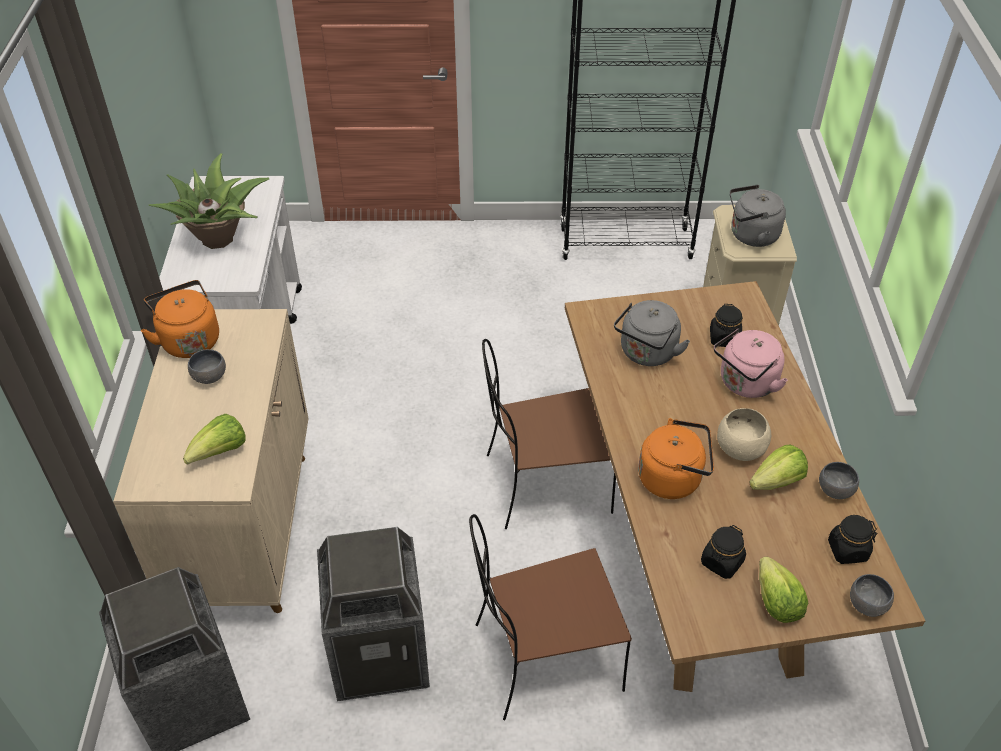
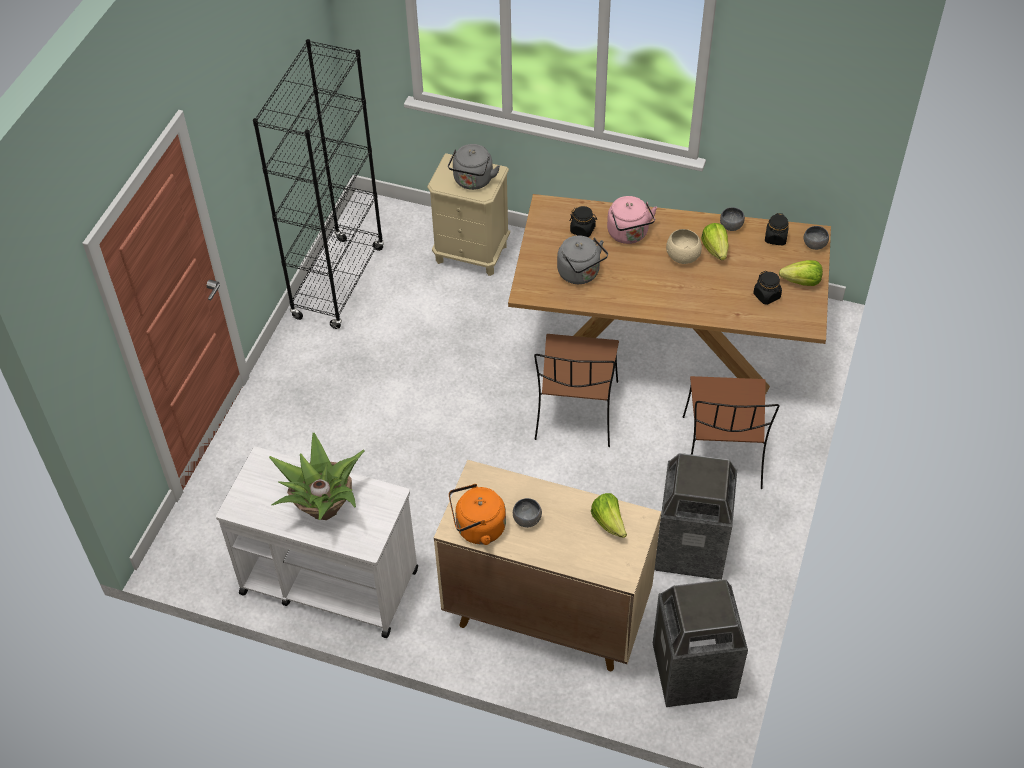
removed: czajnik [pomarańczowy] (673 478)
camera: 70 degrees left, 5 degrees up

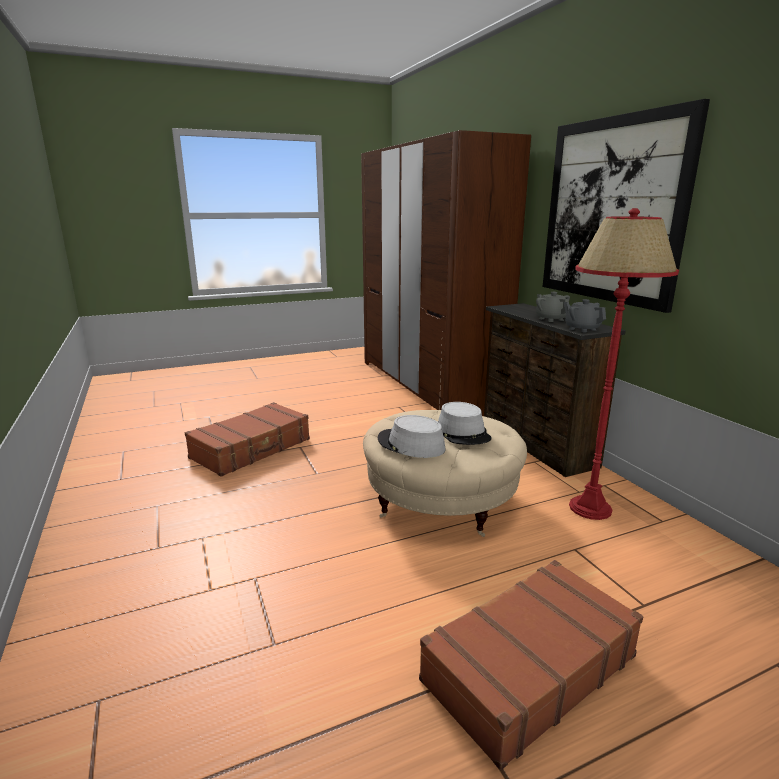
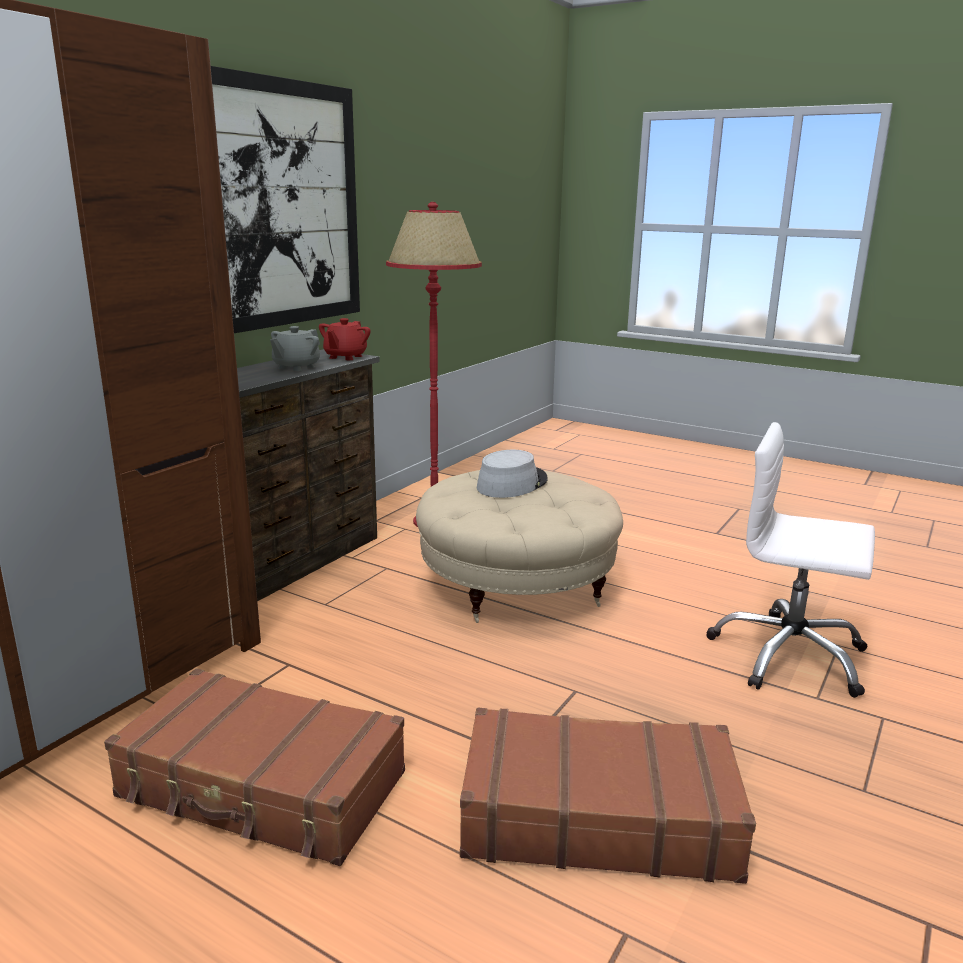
removed: kapelusz [szary] (410 444)
added: krzesło biurowe [biały] (788 656)
moved: walizka [brązowy] (527 667) to (262 786)
recoloured: imbryk [szary] (582 329) to imbryk [czerwony] (345 357)
camera: 125 degrees left, 0 degrees up

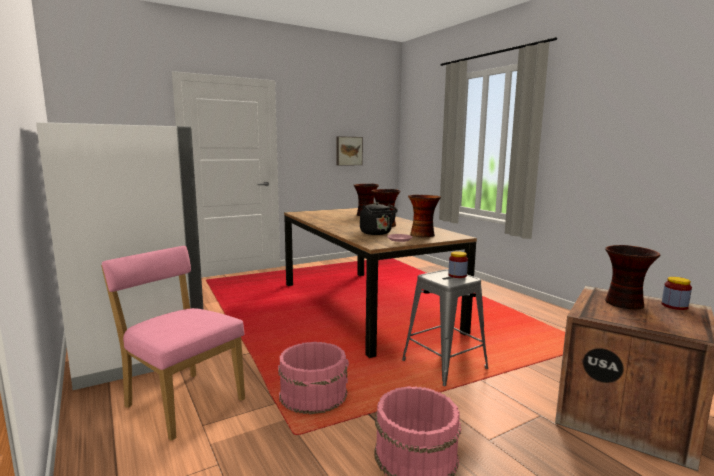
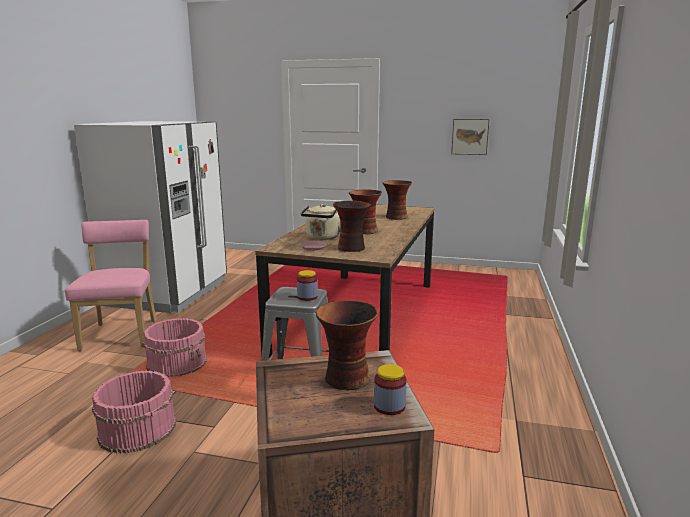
recoloured: czajnik [czarny] (377 233) to czajnik [beżowy] (322 238)
camera: 45 degrees right, 5 degrees up

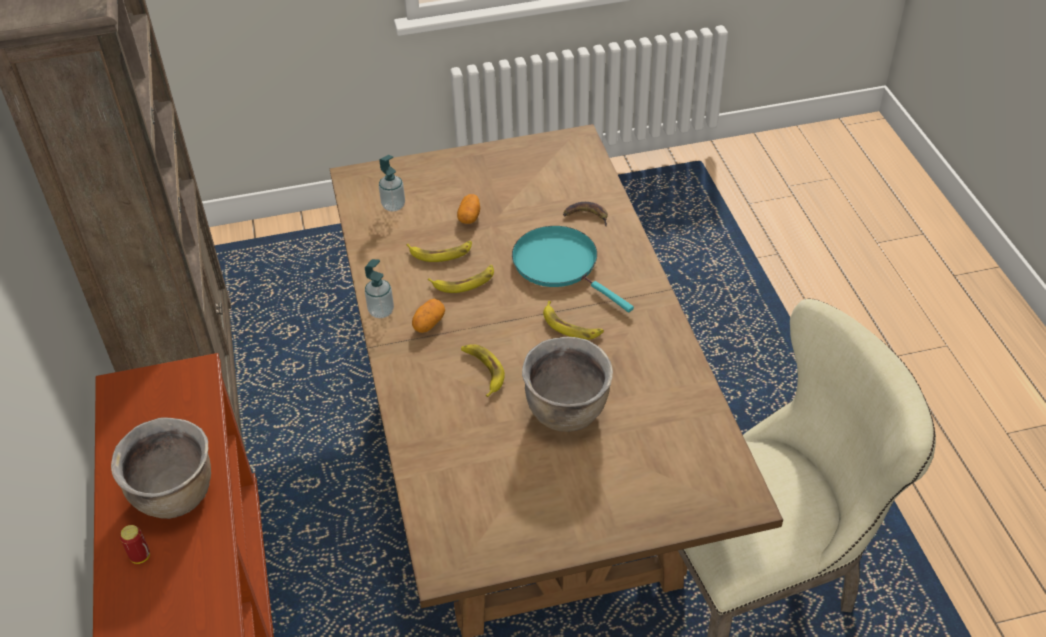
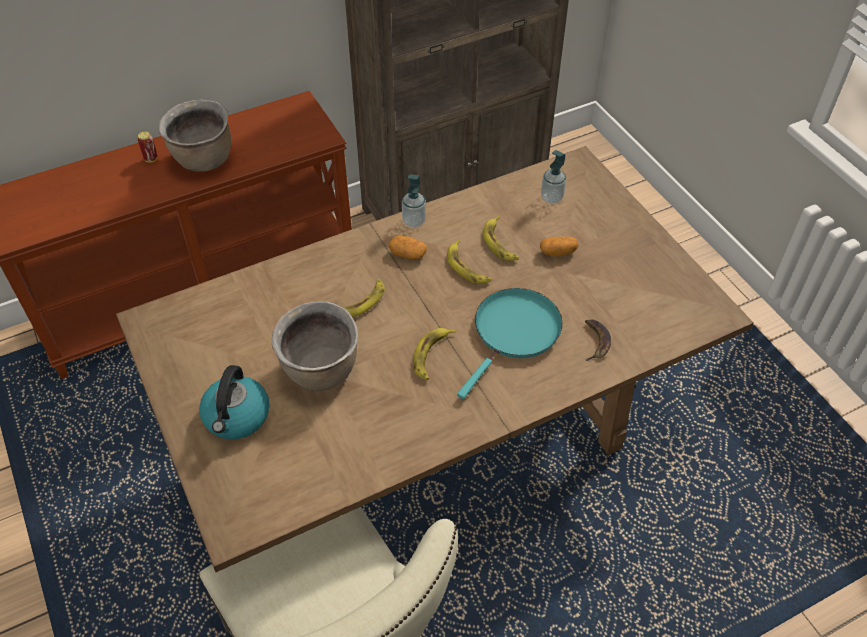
added: czajnik (237 417)
camera: 75 degrees right, 5 degrees up

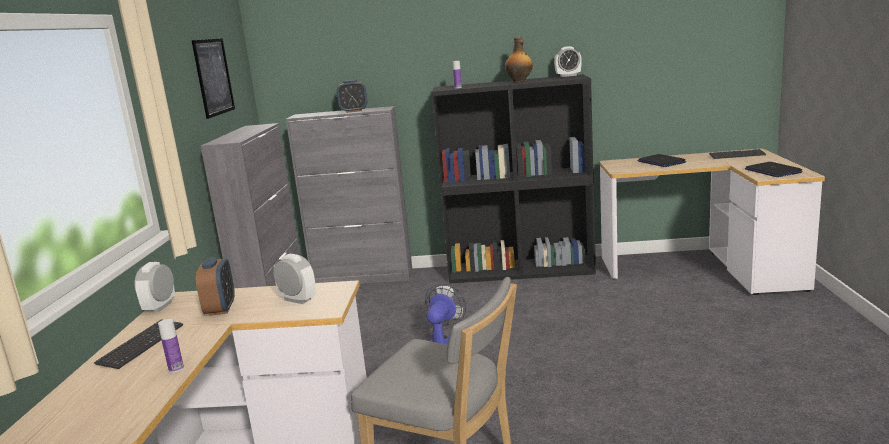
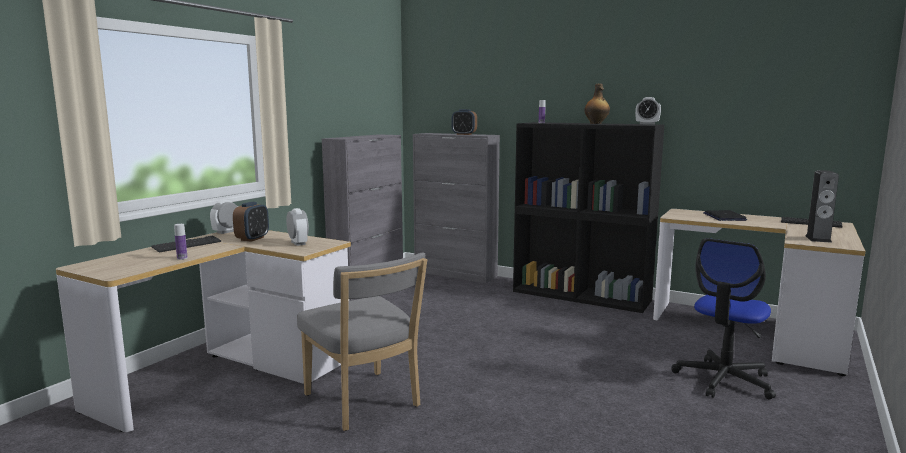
removed: obraz (213 77); wentylator (443 342)
added: krzesło biurowe (723 380)
replaced: laptop (772 171) to głośnik (818 239)
camera: 25 degrees right, 5 degrees down

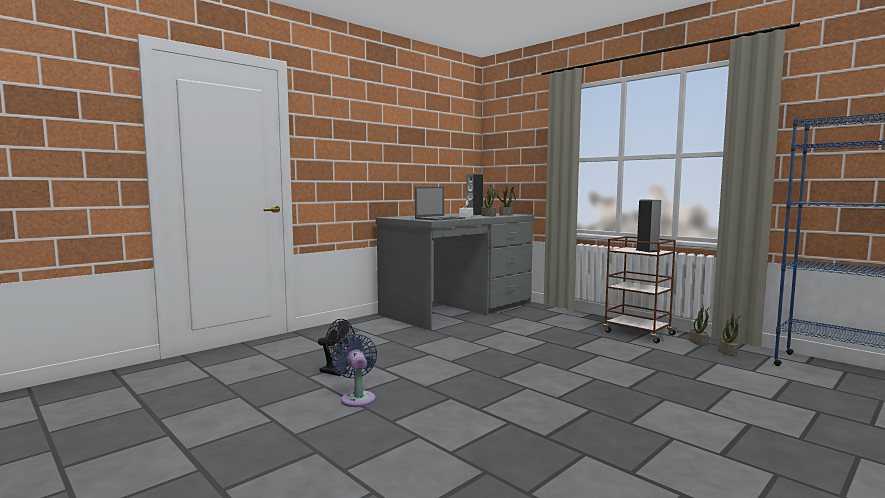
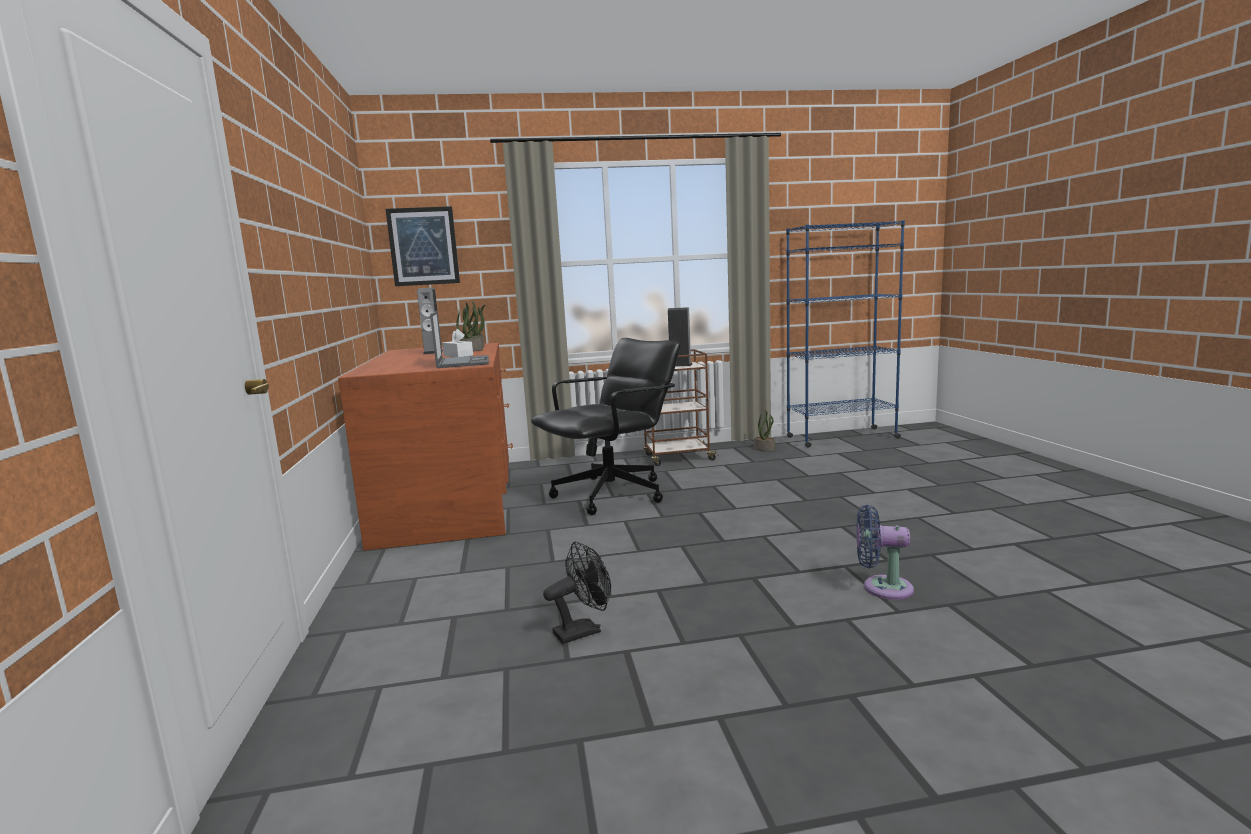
removed: roślina doniczkowa (699 342)
added: obraz (423 246); krzesło biurowe [czarny] (612 494)
moved: wentylator [niebieski] (357 398) to (882 588)
recoloured: biurko [szary] (458 309) to biurko [brązowy] (449 500)
camera: 55 degrees left, 5 degrees up

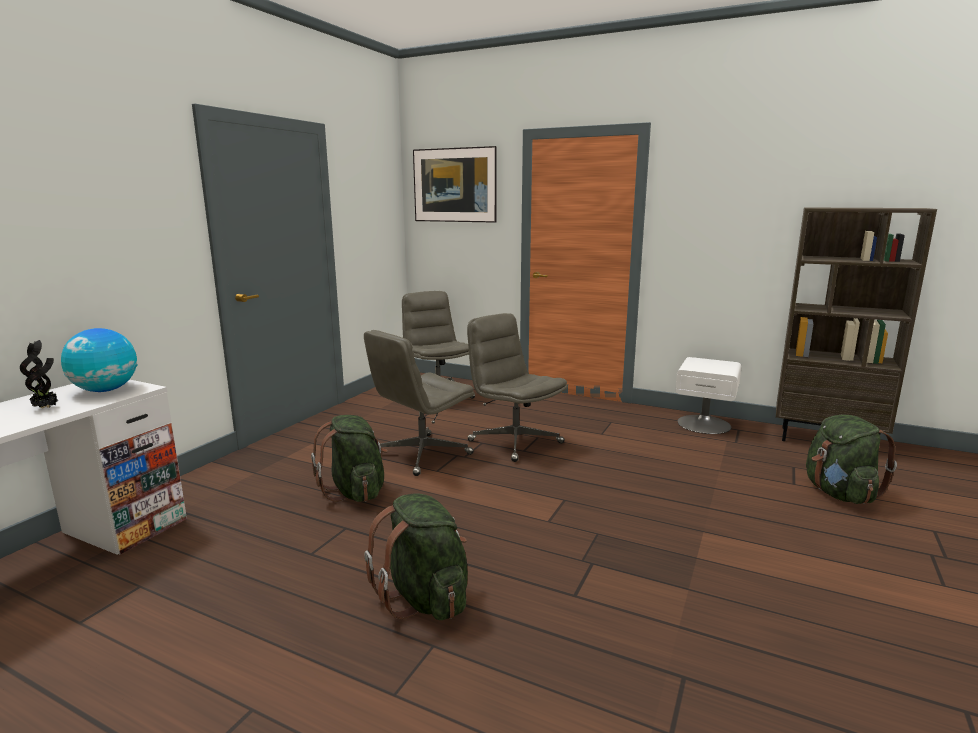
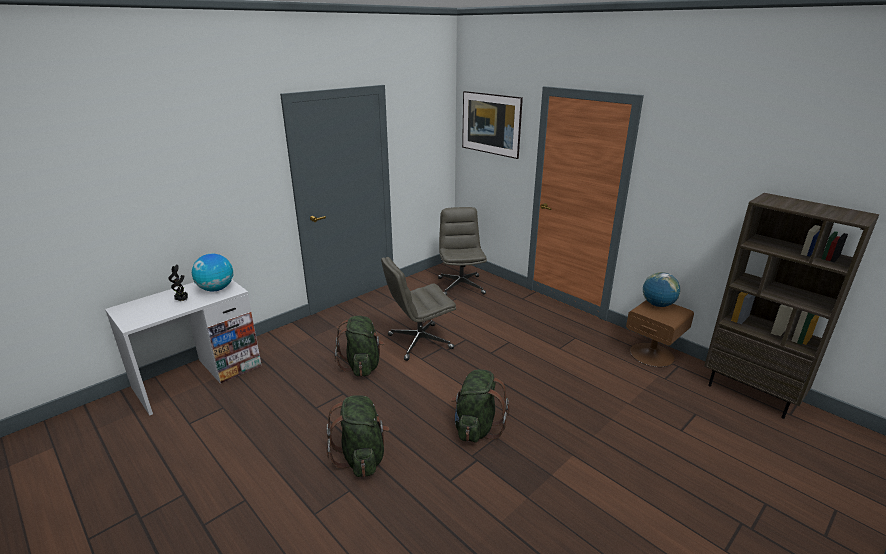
removed: krzesło biurowe [szary] (514 442)
added: globus (658 305)
moved: plecak [zielony] (839 494) to (476 427)
recoloured: szafka nocna [biały] (704 424) to szafka nocna [brązowy] (652 354)
camera: 20 degrees right, 10 degrees up

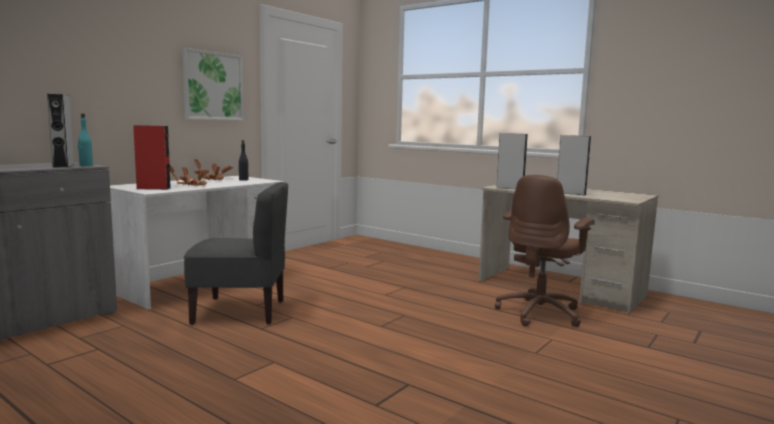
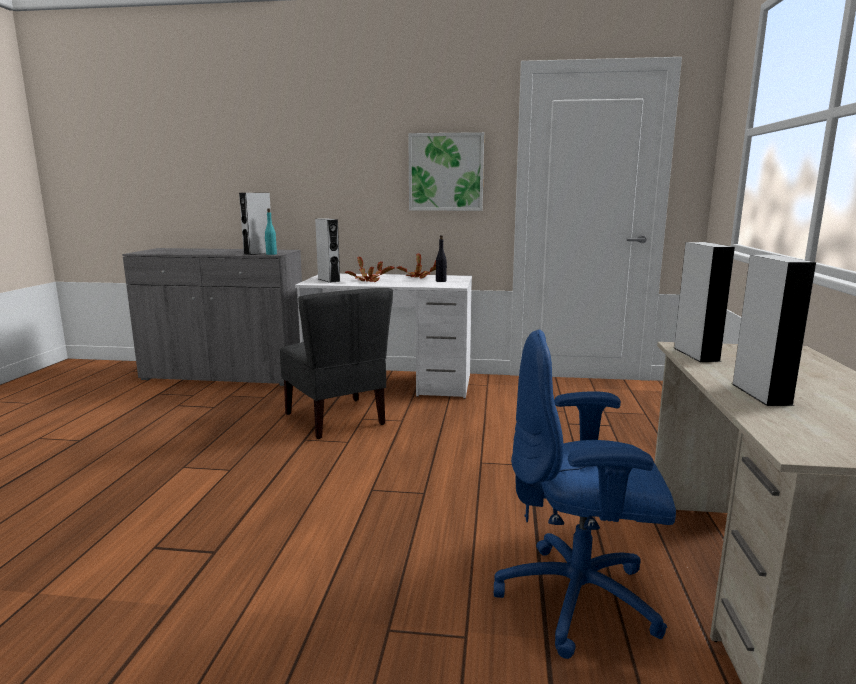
recoloured: głośnik [czerwony] (153 188) to głośnik [szary] (328 280); krzesło biurowe [brązowy] (540 313) to krzesło biurowe [niebieski] (580 600)
camera: 60 degrees right, 5 degrees up

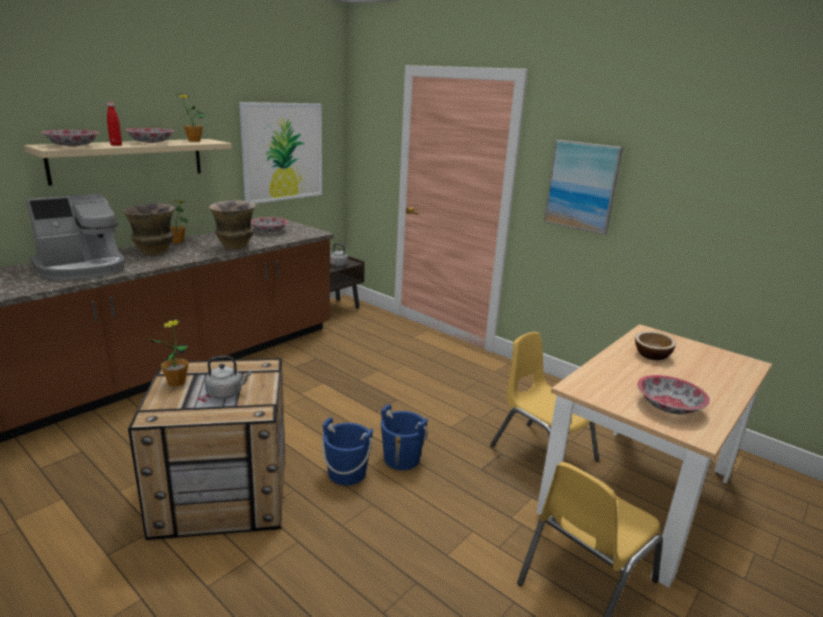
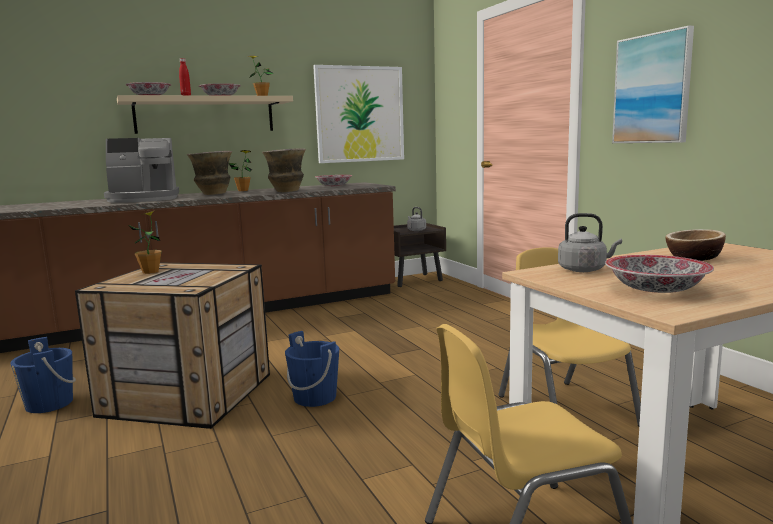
moved: czajnik [szary] (226 393) to (584 270); wiadro [niebieski] (401 459) to (49 404)
camera: 25 degrees right, 10 degrees down

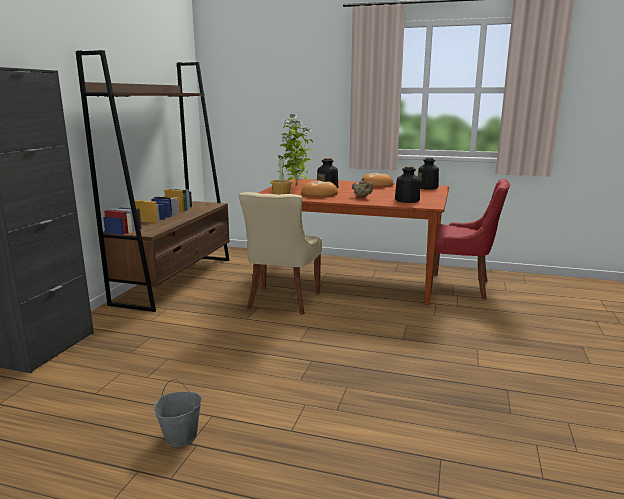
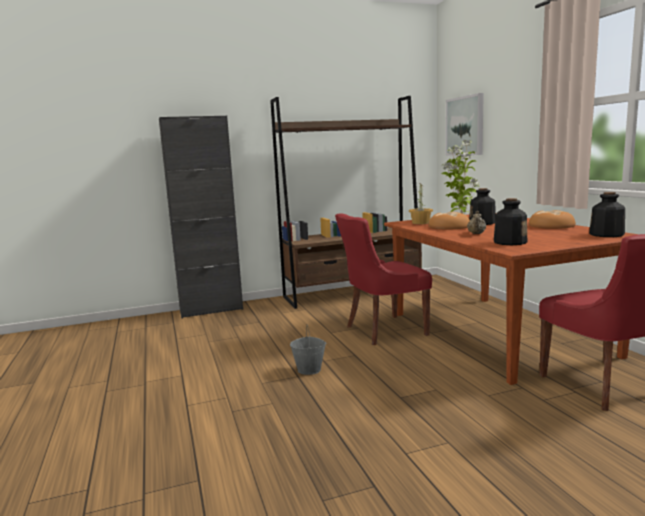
added: obraz (465 126)
moved: wiadro [szary] (181 436) to (309 370)
recoloured: krzesło [beżowy] (282 301) to krzesło [czerwony] (383 330)
camera: 55 degrees right, 5 degrees down

